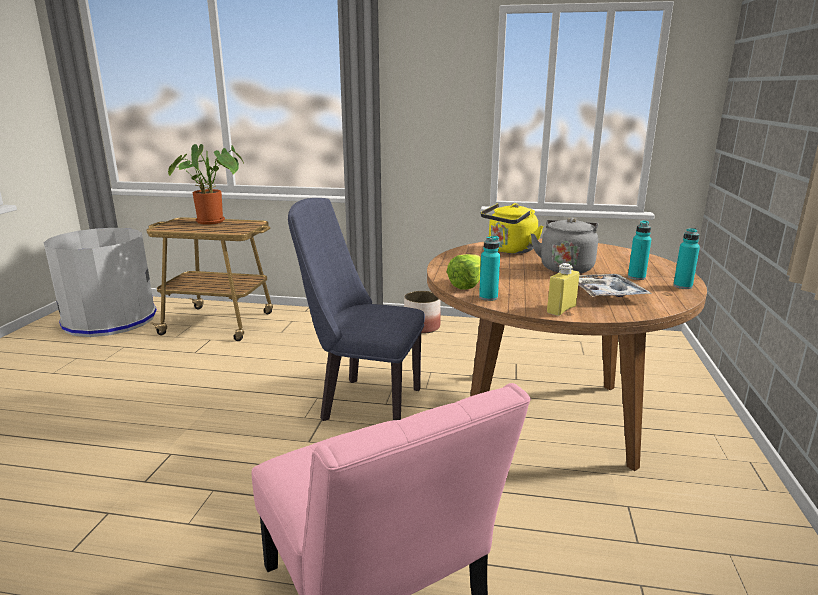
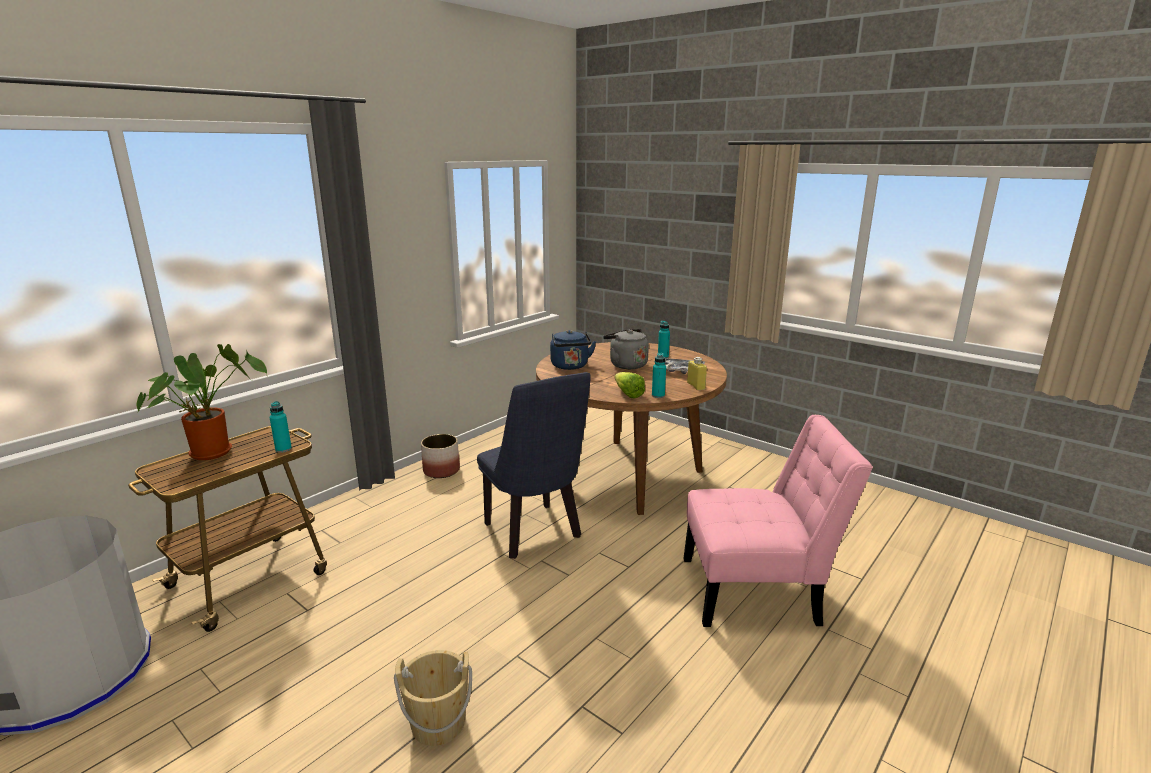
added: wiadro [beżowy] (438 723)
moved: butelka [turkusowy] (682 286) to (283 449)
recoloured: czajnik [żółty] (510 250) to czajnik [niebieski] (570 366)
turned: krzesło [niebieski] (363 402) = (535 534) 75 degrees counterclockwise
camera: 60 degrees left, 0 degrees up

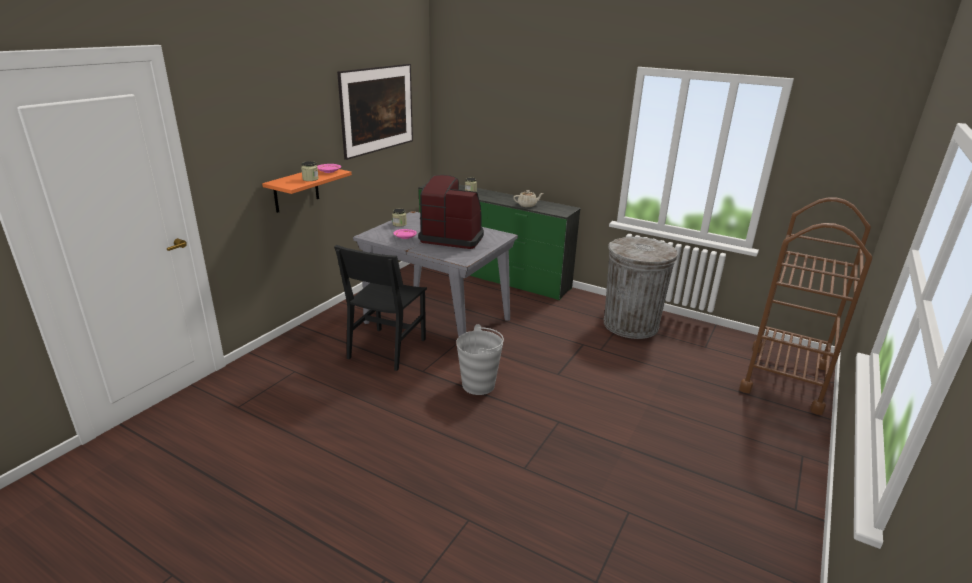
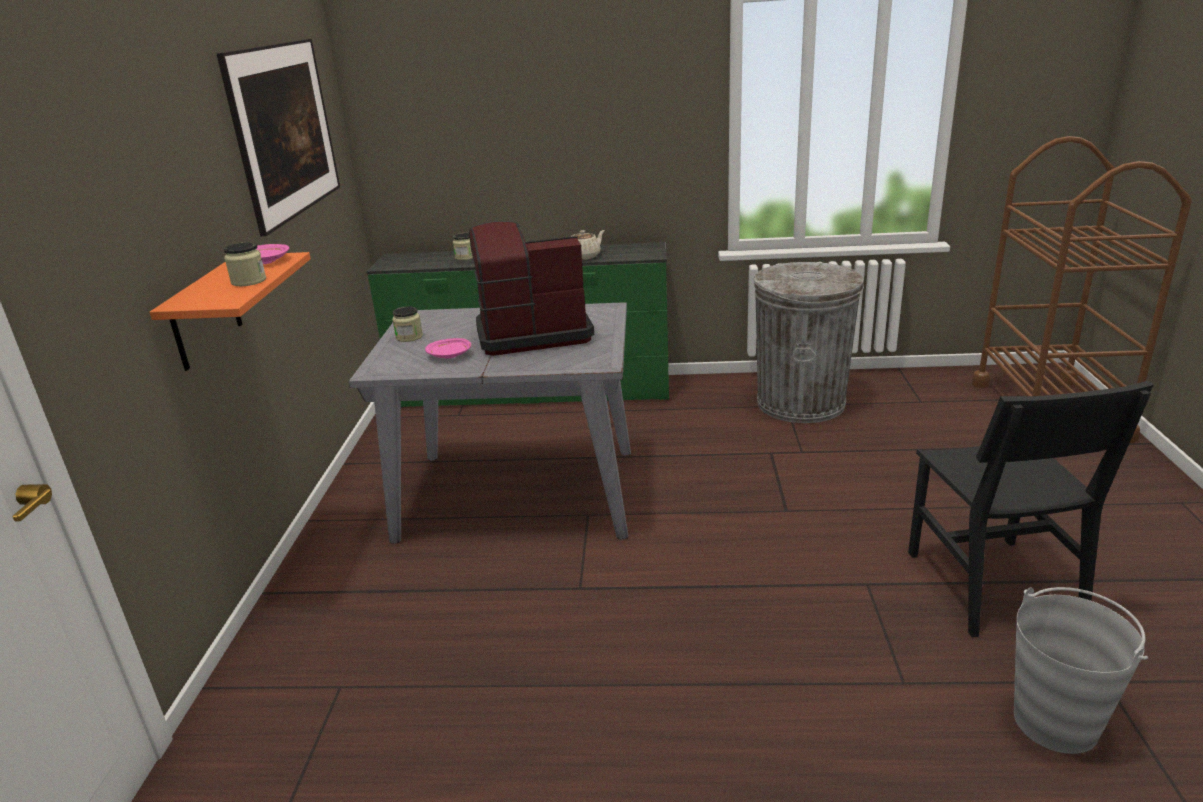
moved: krzesło [czarny] (387 348) to (992 585); wiadro [szary] (479 385) to (1056 722)
camera: 25 degrees left, 0 degrees up

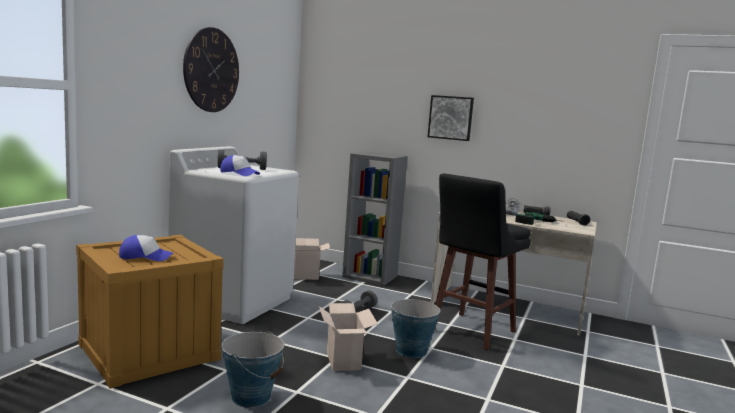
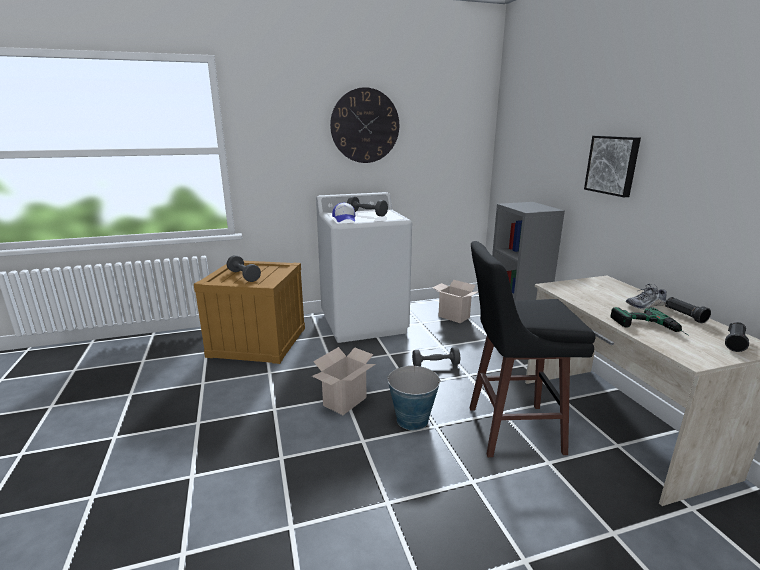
removed: wiadro (251 397)
replaced: czapka z daszkiem (145 257) to hantel [szary] (244 276)
camera: 50 degrees right, 10 degrees up

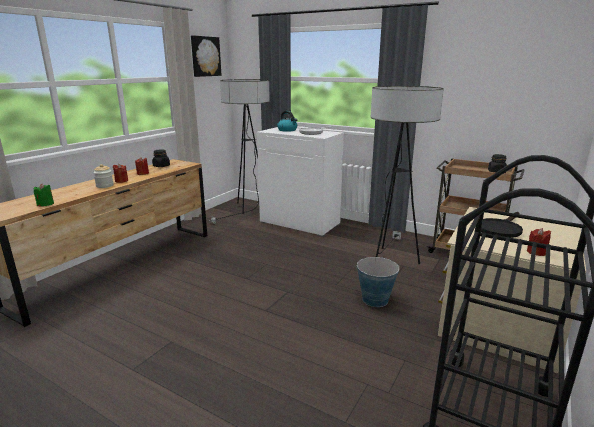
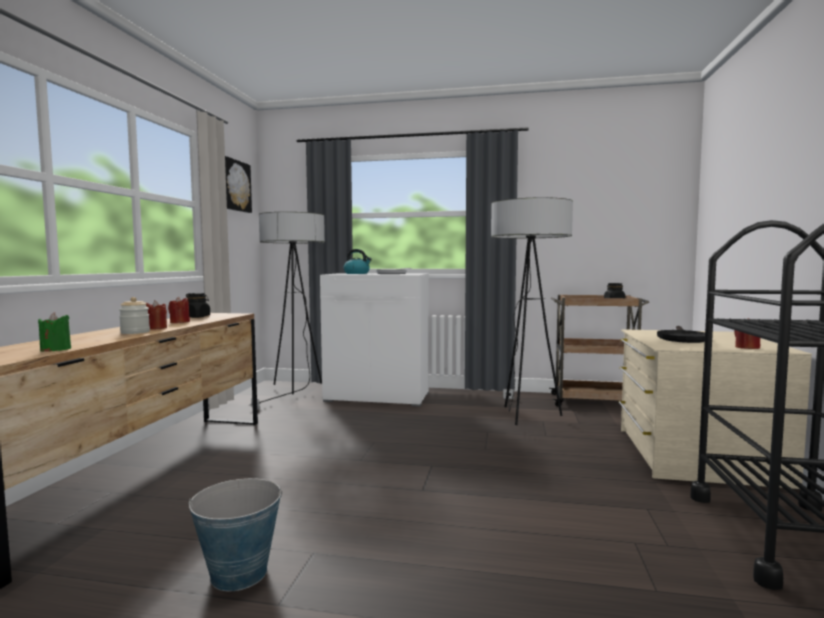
moved: wiadro (375 300) to (238 573)
camera: 20 degrees left, 15 degrees down

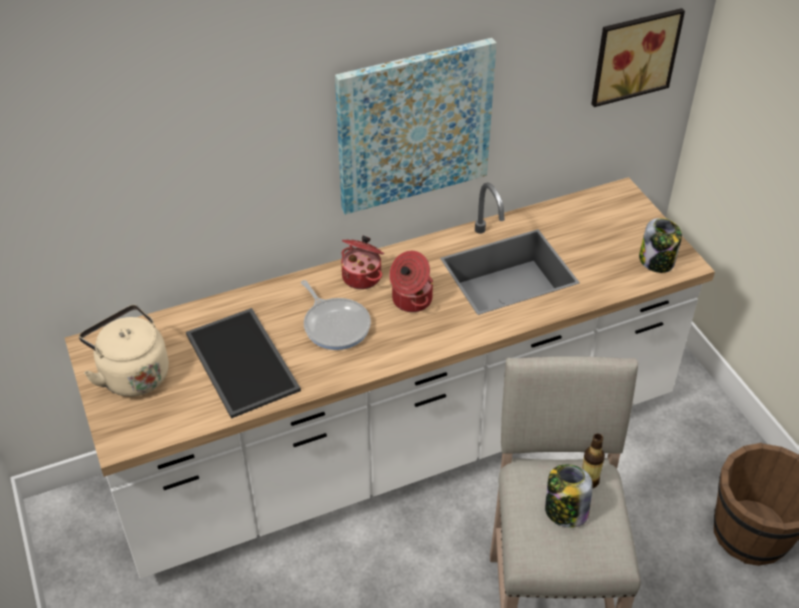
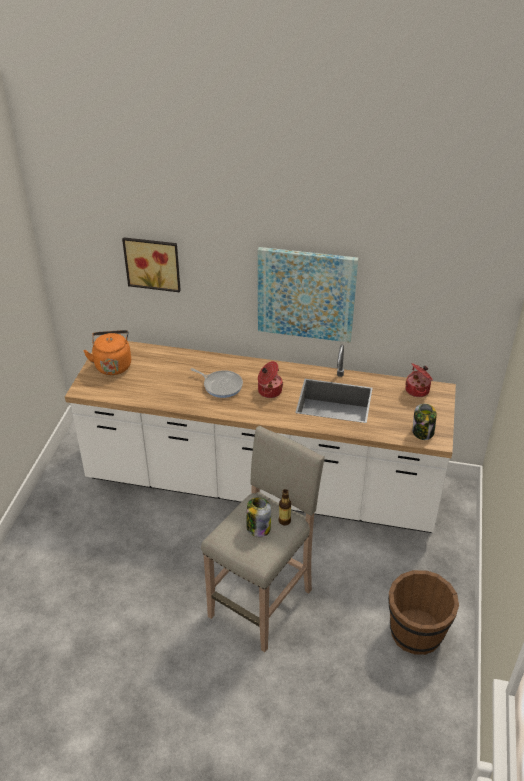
removed: taca (244 362)
moved: obraz (633 55) to (153 263); garnek (362 276) to (418 390)
recoloured: czajnik [beżowy] (132 374) to czajnik [pomarańczowy] (113 365)
turned: patelnia (335 325) = (221 385) 60 degrees counterclockwise
camera: 35 degrees right, 5 degrees down

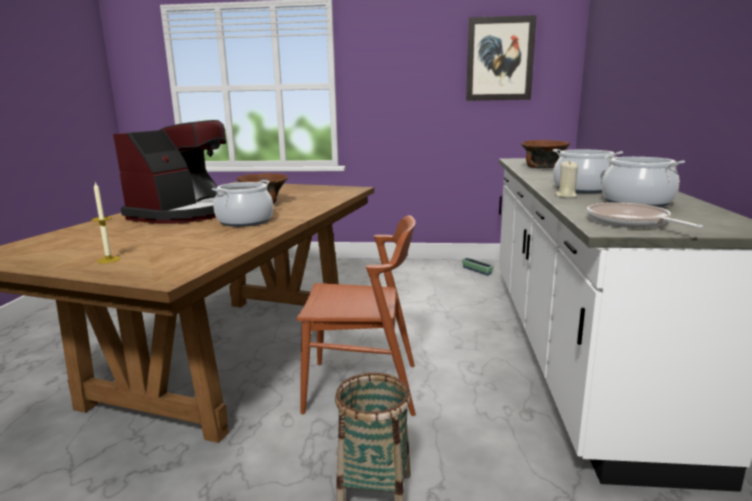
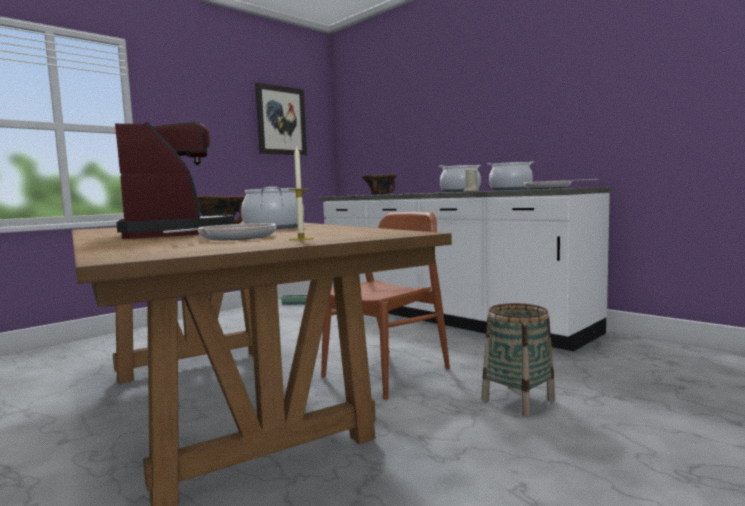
added: patelnia (233 238)
camera: 50 degrees left, 10 degrees down

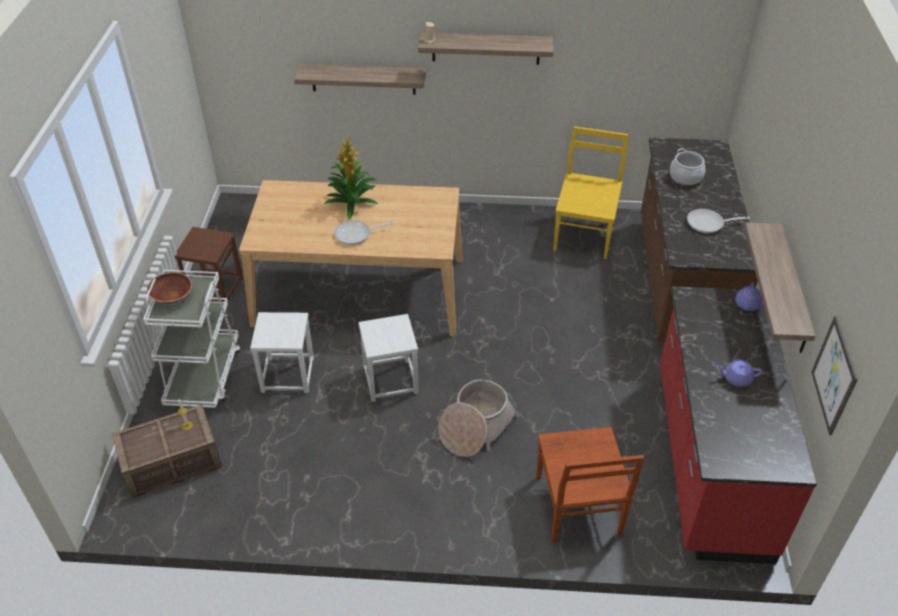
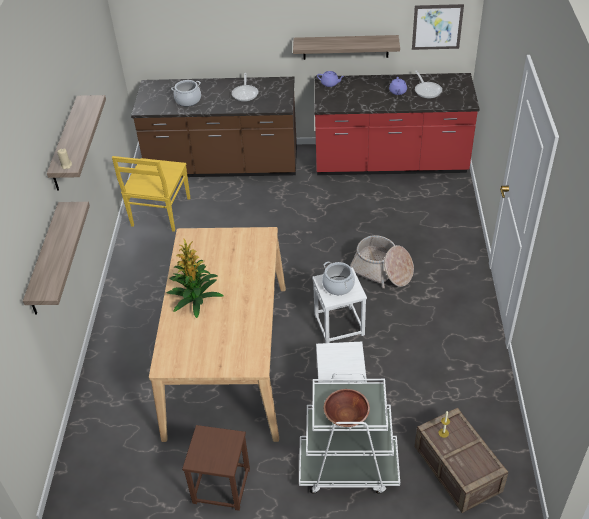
removed: krzesło [brązowy] (578 507)
added: garnek (338 285)
moved: patelnia (356 235) to (427 90)
turned: krzesło [żółty] (584 234) = (160 213) 90 degrees counterclockwise
camera: 90 degrees left, 0 degrees up

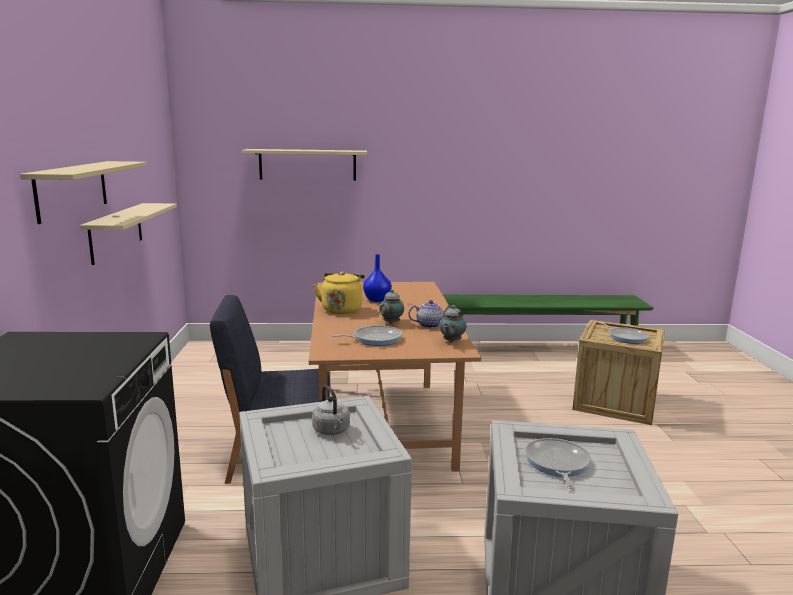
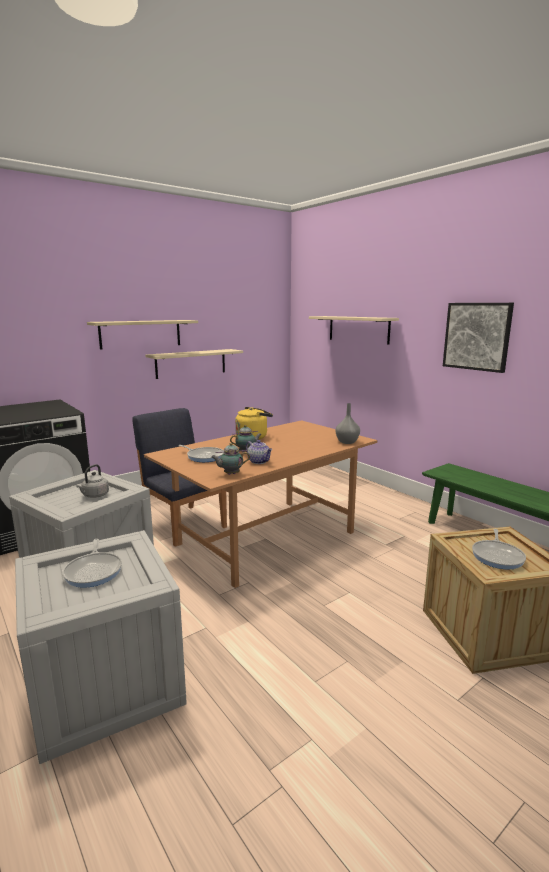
removed: wazon [niebieski] (377 300)
added: obraz (477 336); wazon [szary] (346 442)
turned: patelnia (556 464) = (94 571) 105 degrees clockwise
camera: 55 degrees right, 0 degrees up

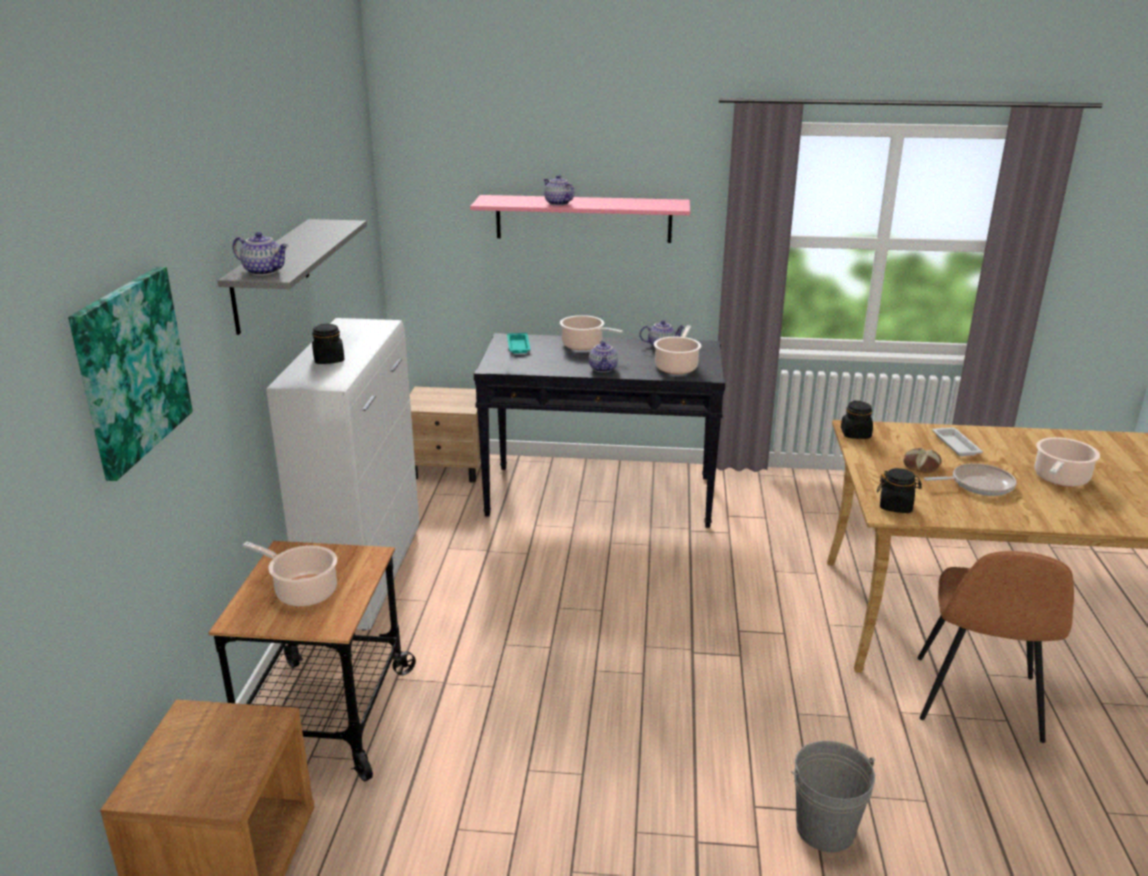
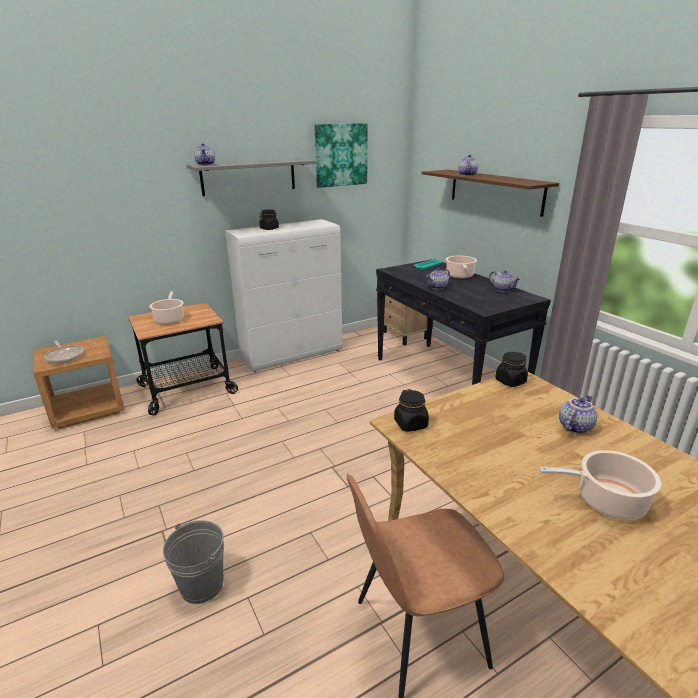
removed: garnek (677 367); chleb (920 465)
moved: obraz (131 369) to (341 155); patelnia (978 484) to (65 356)
replaced: taca [biały] (955 444) to imbryk (574 426)
recoloured: półka [różowy] (583 218) to półka [brązowy] (495 191)
camera: 55 degrees right, 0 degrees up

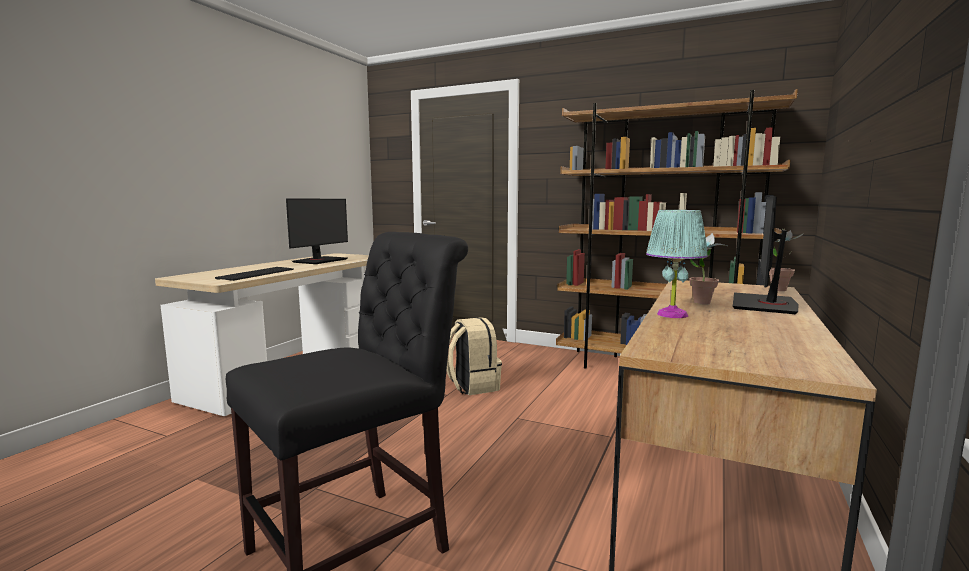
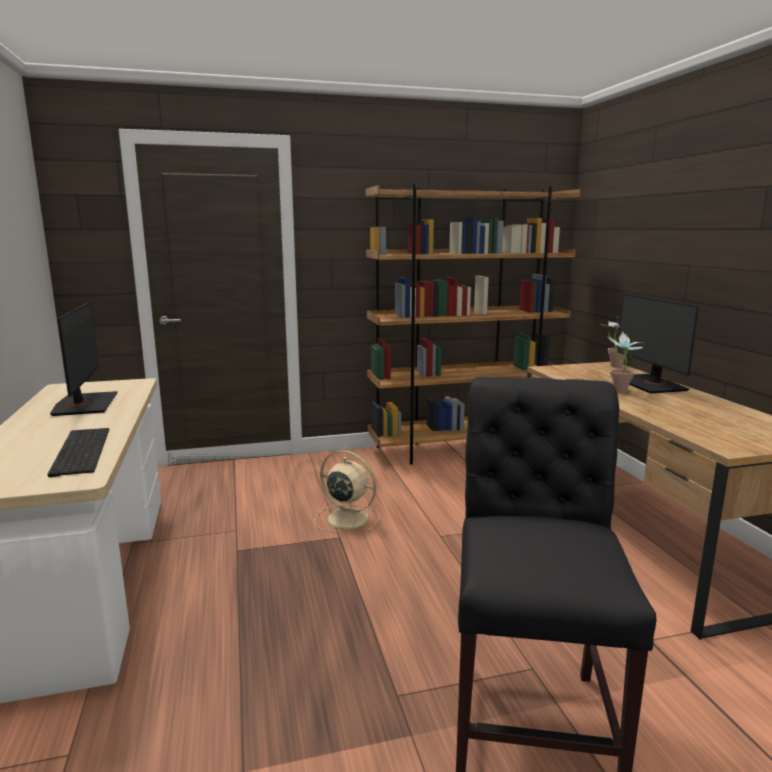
removed: lampa stołowa [turkusowy] (671 314)
replaced: plecak [beżowy] (472 386) to wentylator [beżowy] (346 518)
camera: 40 degrees left, 5 degrees up

